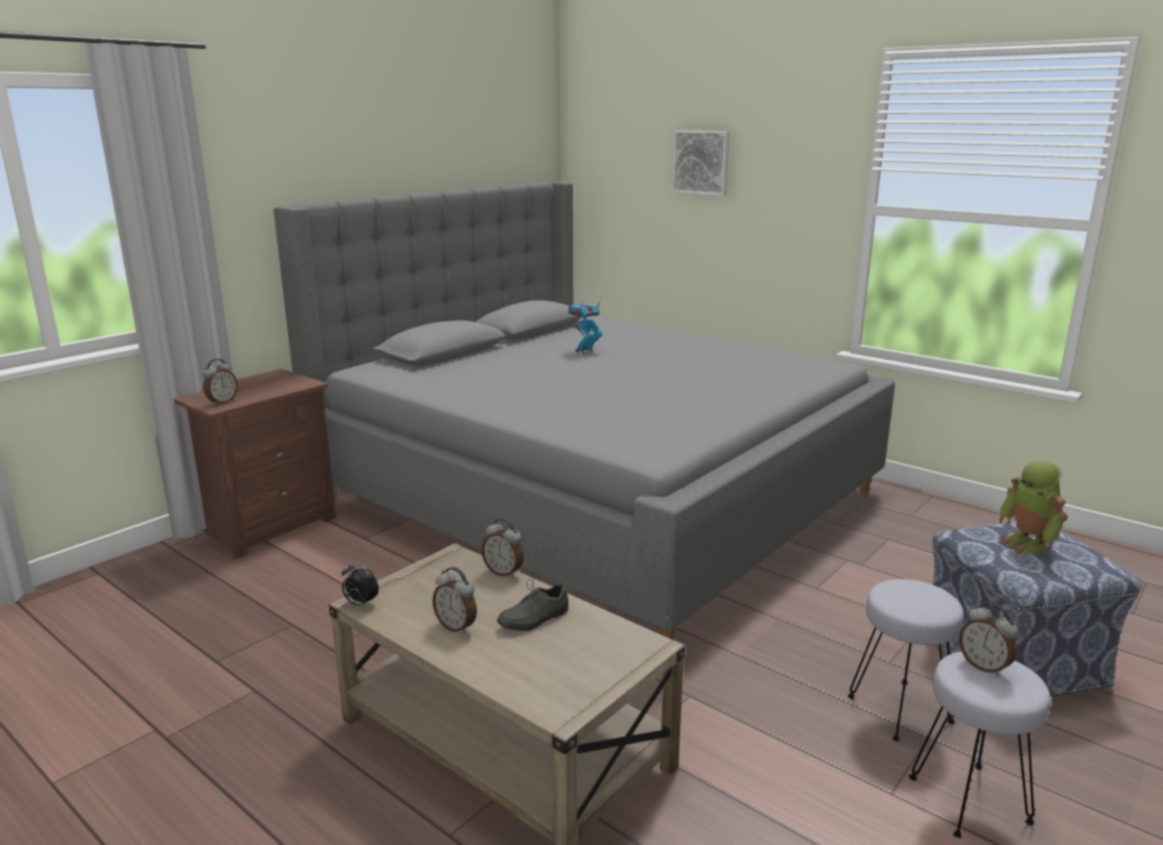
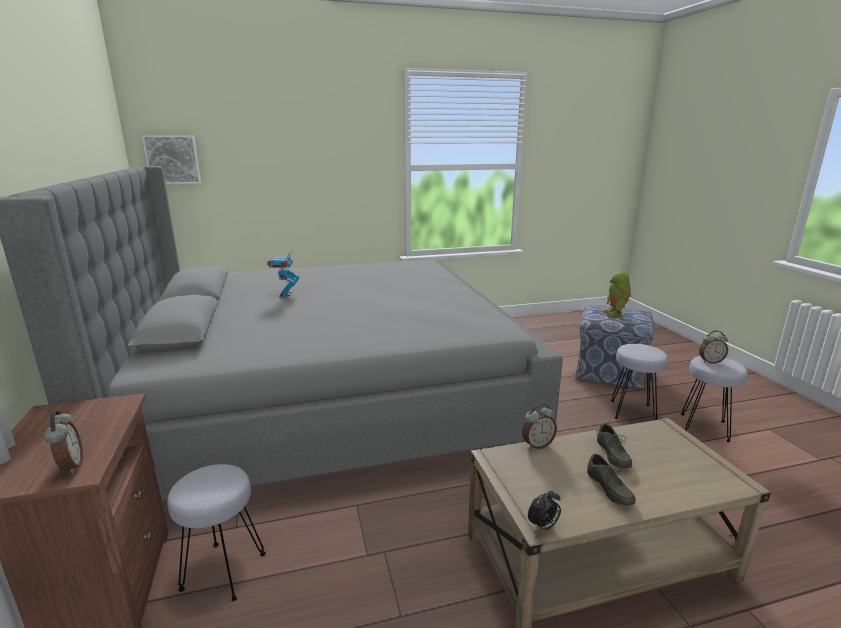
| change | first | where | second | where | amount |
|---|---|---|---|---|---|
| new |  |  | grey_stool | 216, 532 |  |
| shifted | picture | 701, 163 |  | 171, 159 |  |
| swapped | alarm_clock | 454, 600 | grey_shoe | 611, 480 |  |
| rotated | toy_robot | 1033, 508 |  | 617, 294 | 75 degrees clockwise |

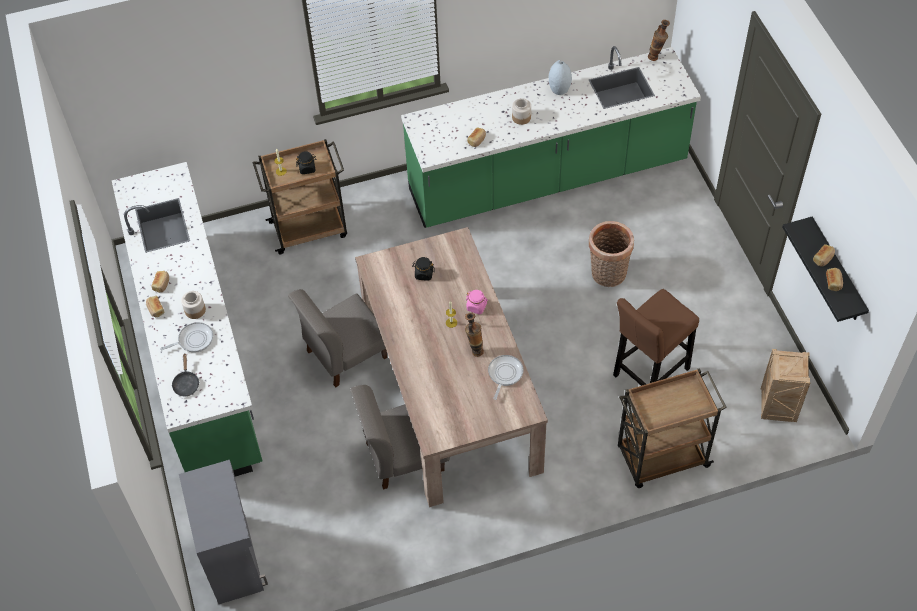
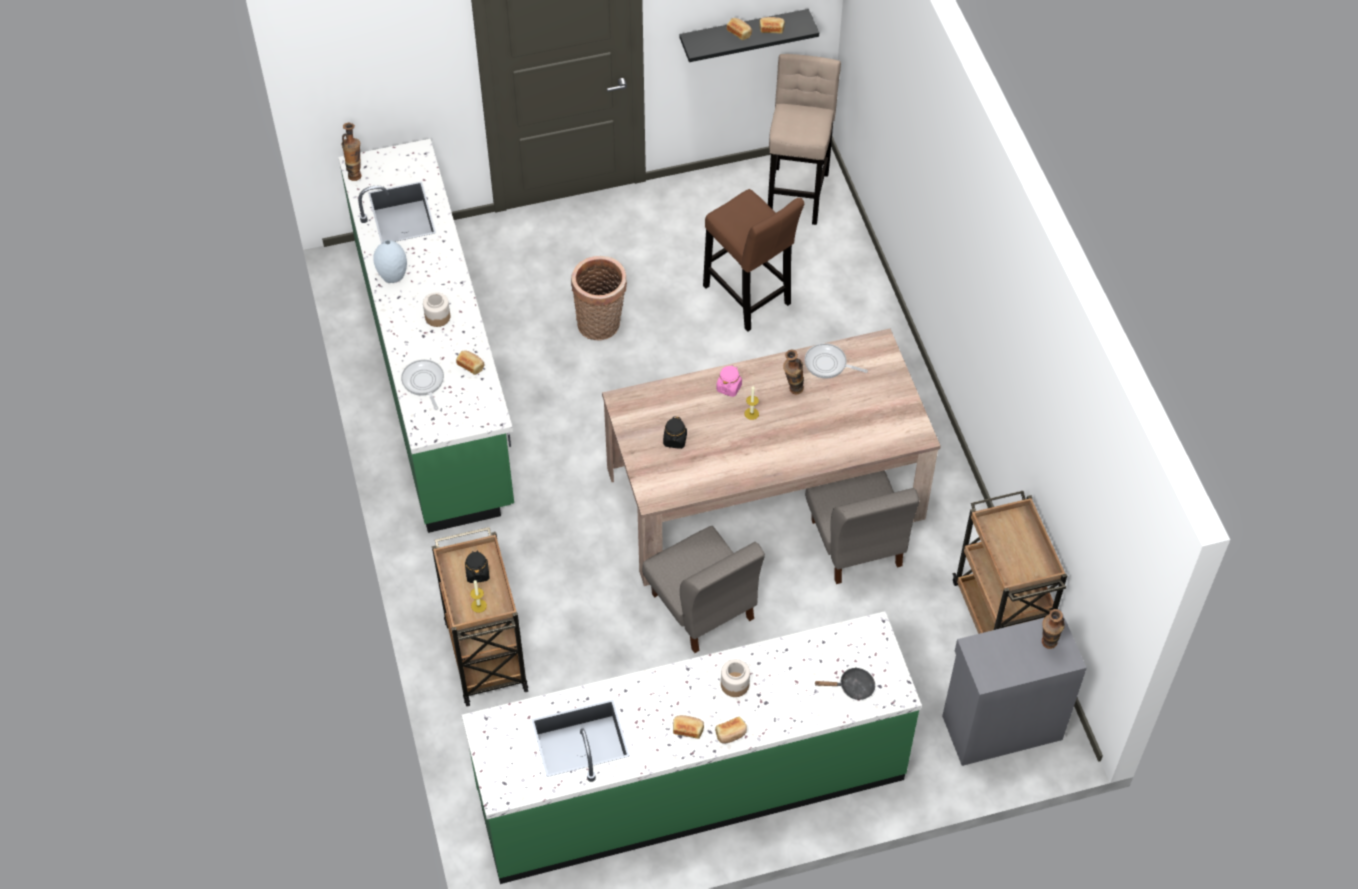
| change | first | where | second | where | amount |
|---|---|---|---|---|---|
| new |  |  | vase | 1053, 629 |  |
| shifted | frying_pan | 186, 337 |  | 422, 385 |  |
| shifted | brown_cart | 672, 428 |  | 1009, 562 |  |
| swapped | crate | 785, 385 | beige_stool | 804, 139 |  |

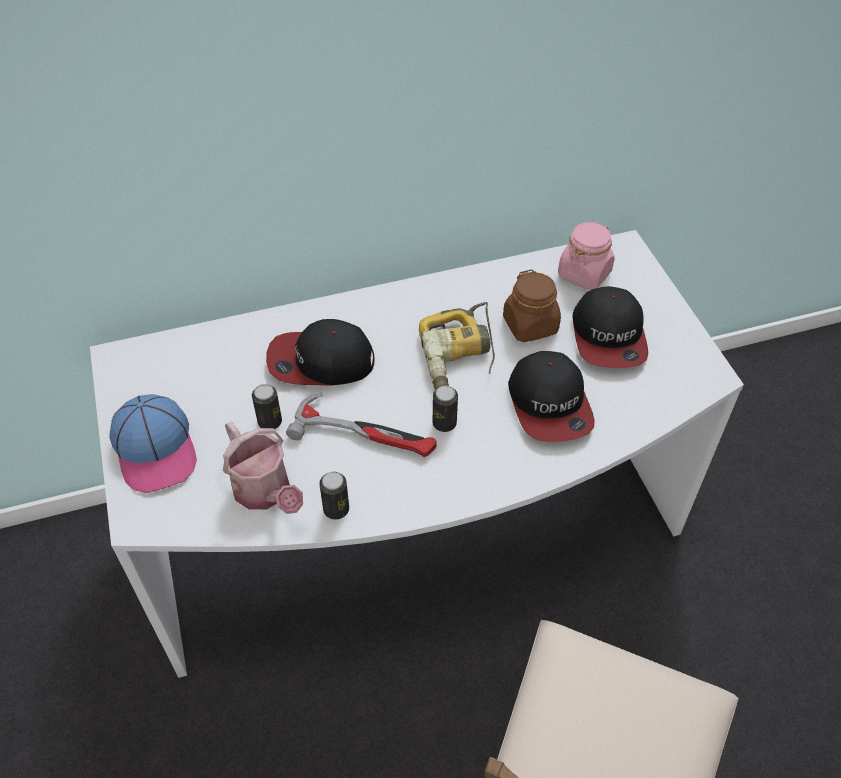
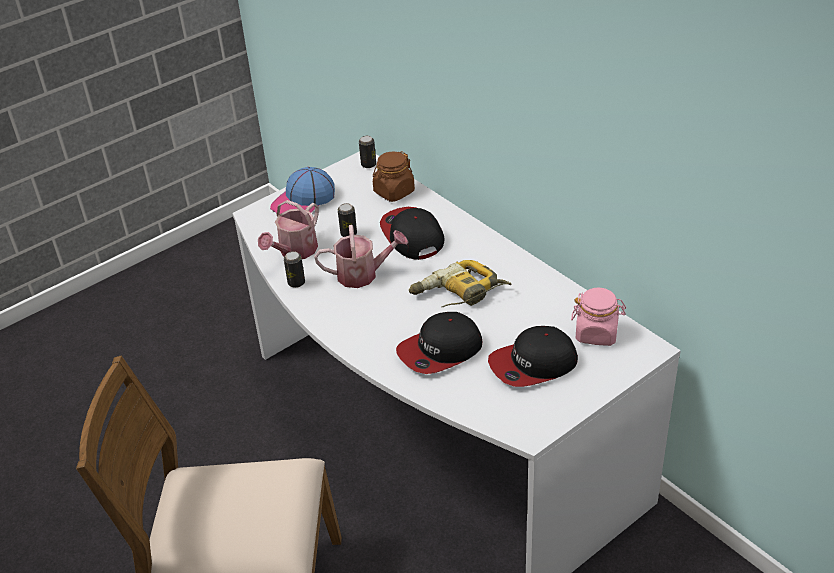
| change | first | where | second | where | amount |
|---|---|---|---|---|---|
| shifted | can | 445, 409 |  | 367, 152 |  |
| shifted | brown_jar | 532, 305 |  | 394, 176 |  |
| swapped | hammer | 361, 424 | watering_can | 361, 256 |  |

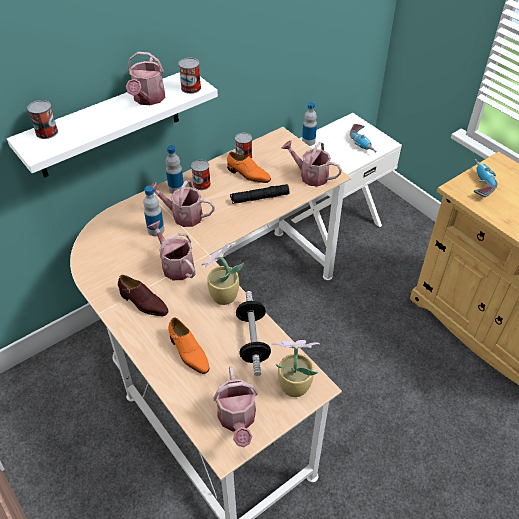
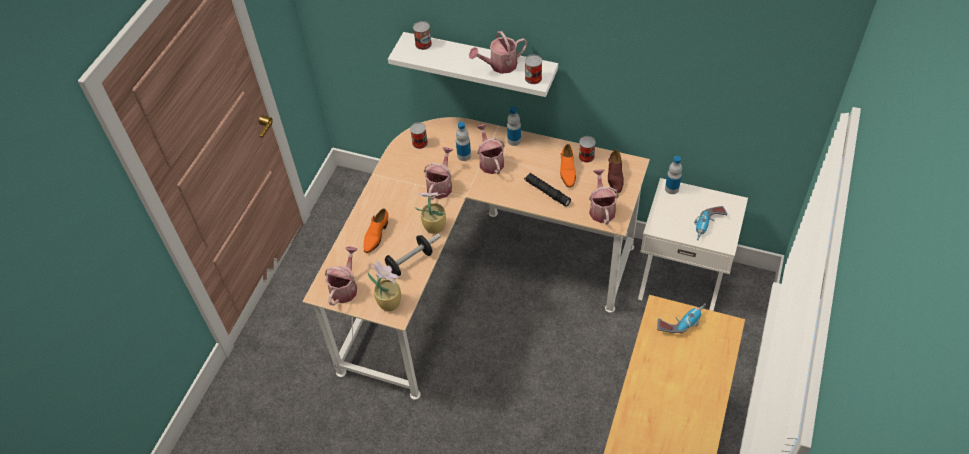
| change | first | where | second | where | amount |
|---|---|---|---|---|---|
| shifted | brown_shoe | 143, 295 |  | 616, 171 |  |
| shifted | can | 201, 175 |  | 419, 135 |  |
| rotated | watering_can | 235, 407 |  | 341, 276 | 150 degrees clockwise |

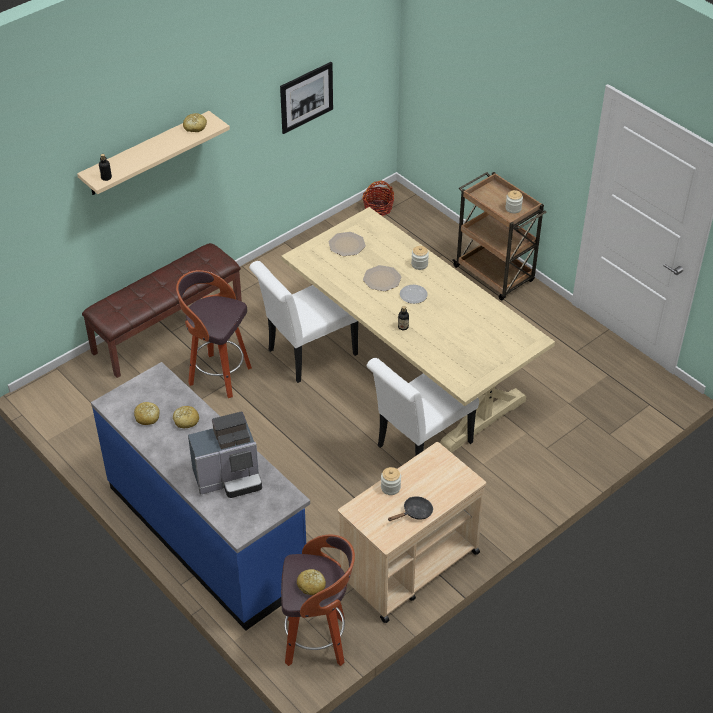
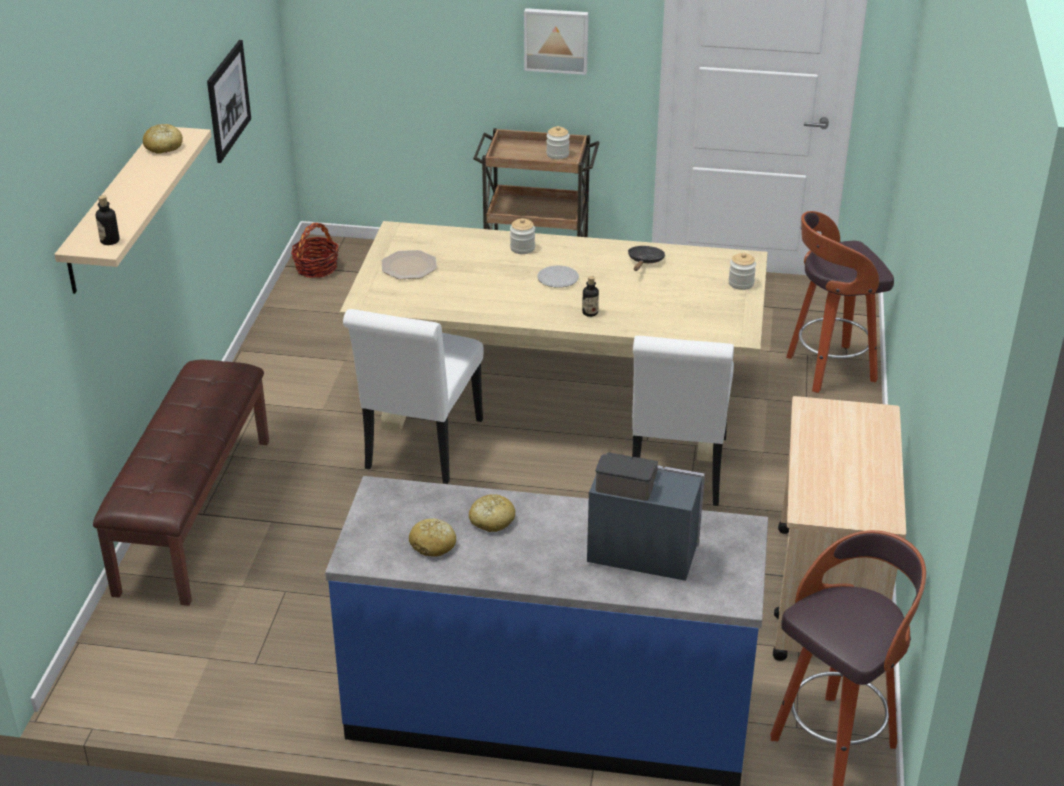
| change | first | where | second | where | amount |
|---|---|---|---|---|---|
| gone | bread | 311, 582 |  |  |  |
| gone | plate | 382, 278 |  |  |  |
| new |  |  | picture | 556, 41 |  |
| shifted | stool | 214, 334 |  | 840, 302 |  |
| shifted | jar | 391, 481 |  | 742, 271 |  |
| shifted | black_frying_pan | 410, 508 |  | 646, 258 |  |
| rotated | coffee_machine | 225, 455 |  | 646, 516 | 105 degrees counterclockwise |

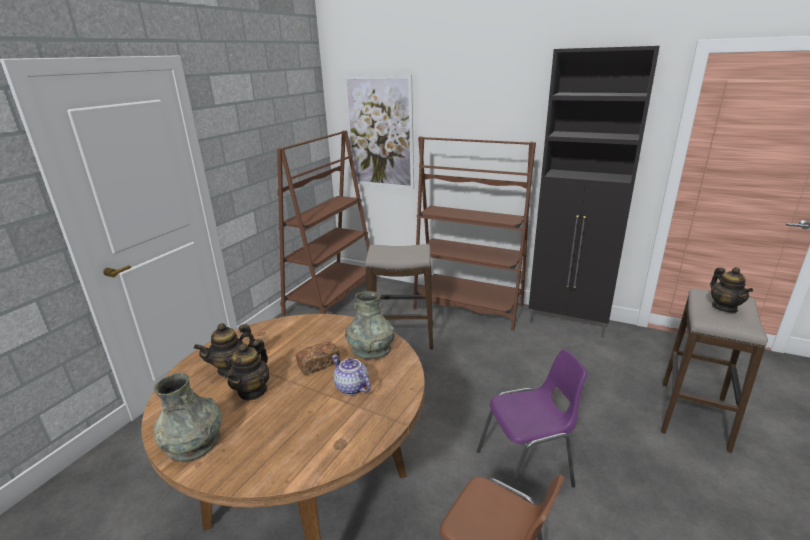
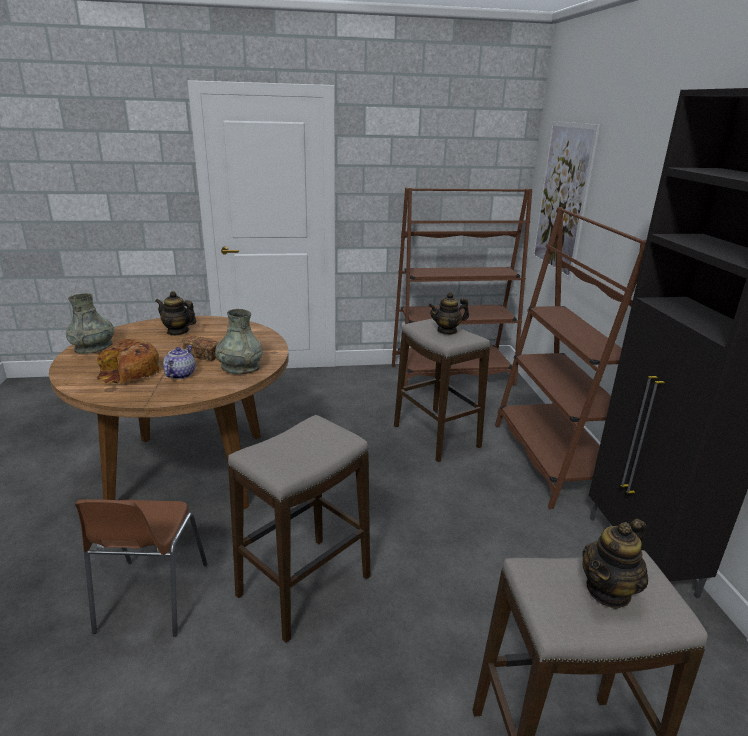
| change | first | where | second | where | amount |
|---|---|---|---|---|---|
| new |  |  | bread | 129, 361 |  |
| shifted | teapot | 246, 369 |  | 449, 313 |  |
| swapped | purple_chair | 532, 418 | stool | 299, 529 |  |

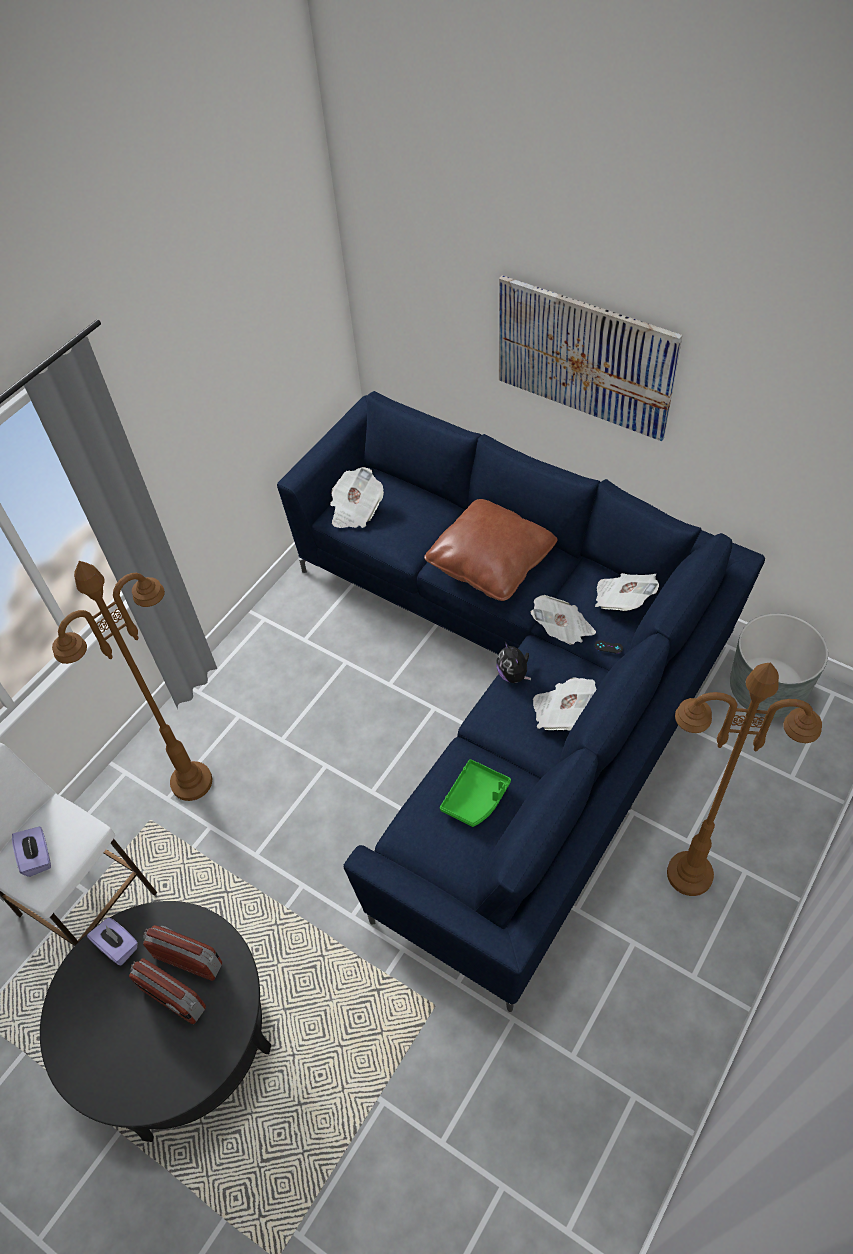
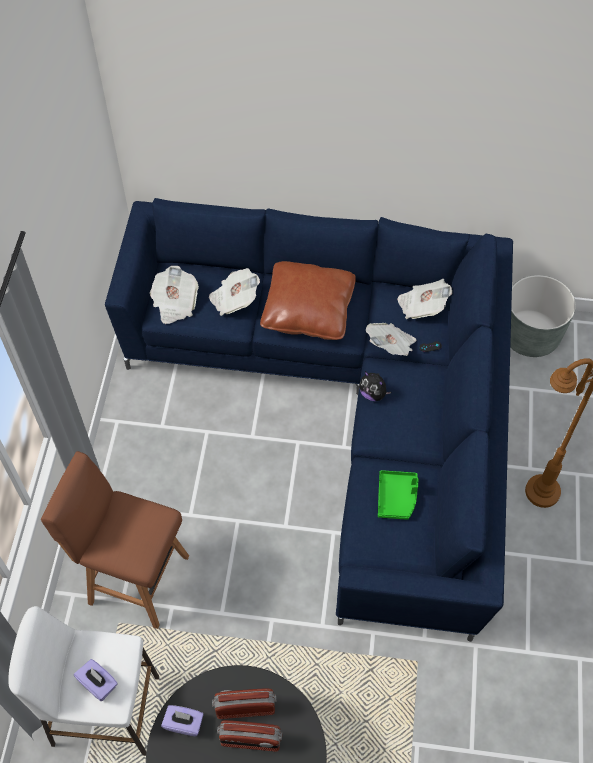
| change | first | where | second | where | amount |
|---|---|---|---|---|---|
| gone | picture | 590, 358 |  |  |  |
| shifted | newspaper | 565, 704 |  | 234, 292 |  |
| swapped | brown_floor_lamp | 132, 681 | brown_stool | 115, 540 |  |

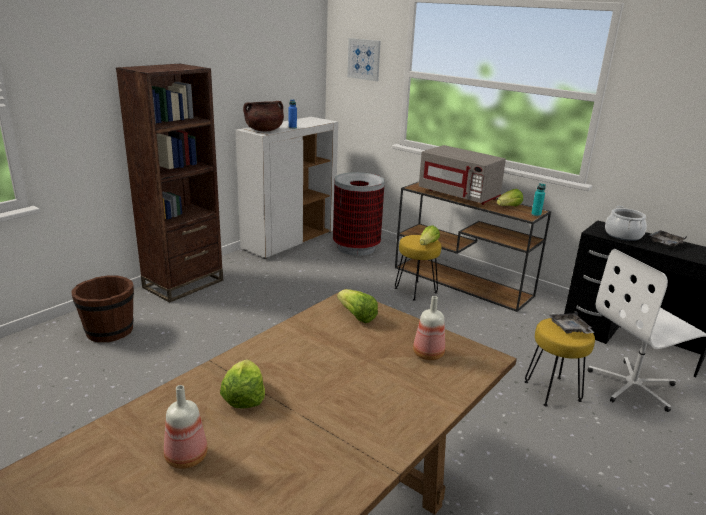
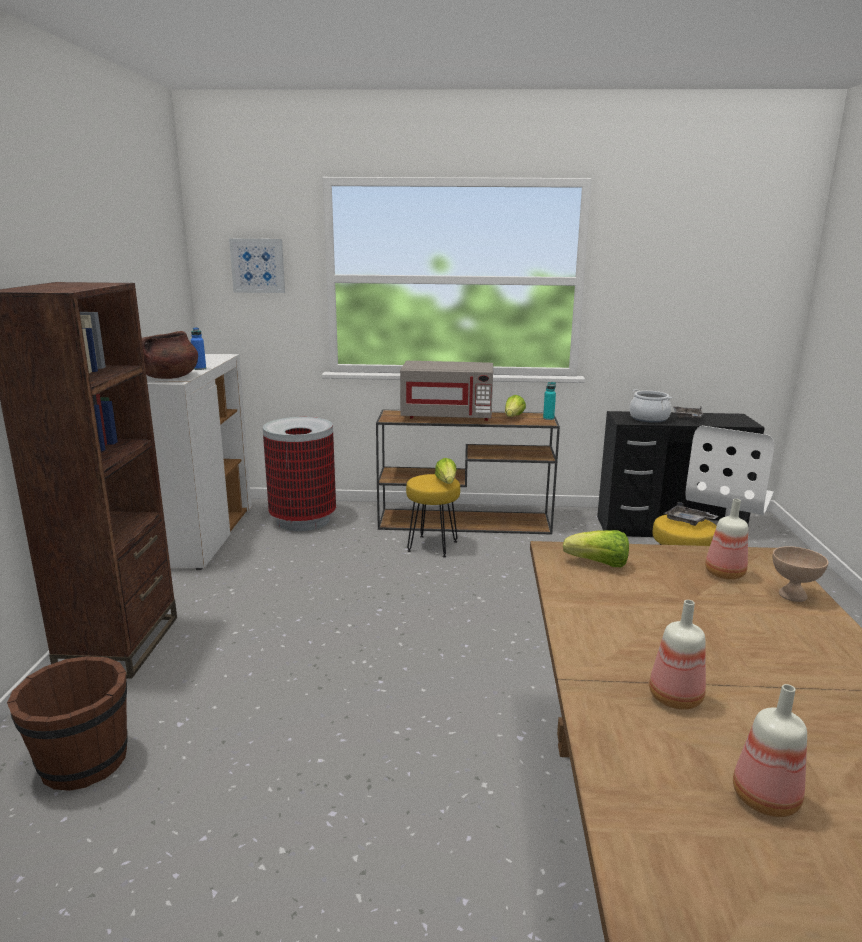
| change | first | where | second | where | amount |
|---|---|---|---|---|---|
| new |  |  | beige_bowl | 800, 574 |  |
| swapped | lettuce | 242, 383 | bottle | 677, 655 |  |

